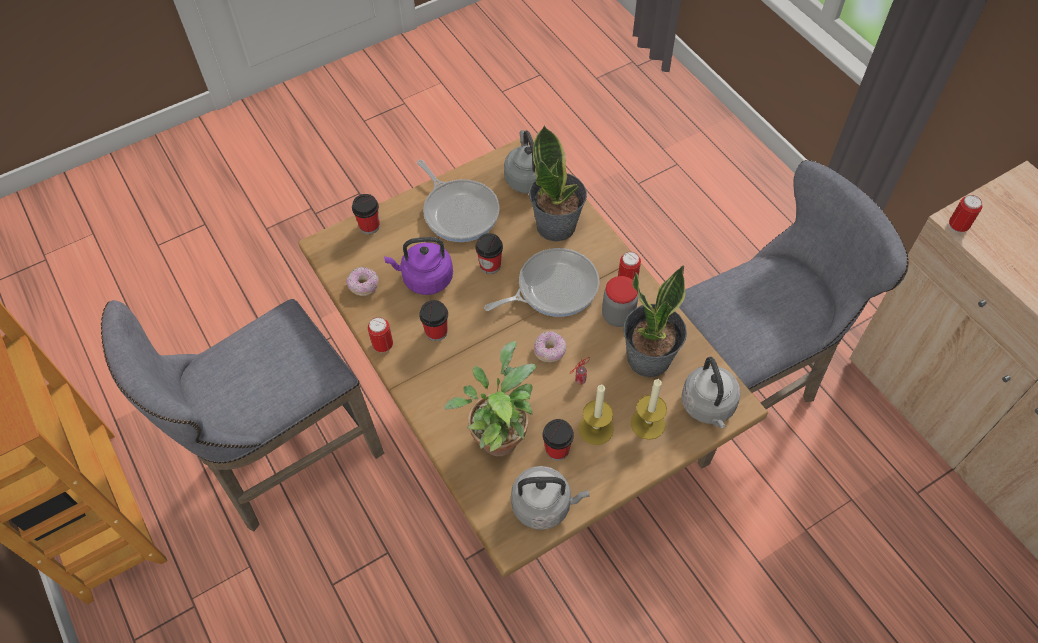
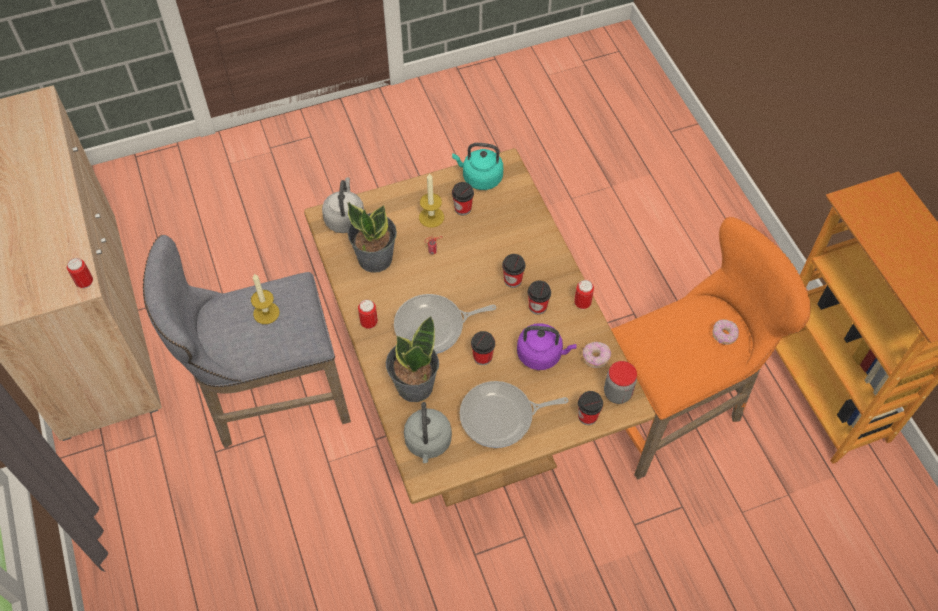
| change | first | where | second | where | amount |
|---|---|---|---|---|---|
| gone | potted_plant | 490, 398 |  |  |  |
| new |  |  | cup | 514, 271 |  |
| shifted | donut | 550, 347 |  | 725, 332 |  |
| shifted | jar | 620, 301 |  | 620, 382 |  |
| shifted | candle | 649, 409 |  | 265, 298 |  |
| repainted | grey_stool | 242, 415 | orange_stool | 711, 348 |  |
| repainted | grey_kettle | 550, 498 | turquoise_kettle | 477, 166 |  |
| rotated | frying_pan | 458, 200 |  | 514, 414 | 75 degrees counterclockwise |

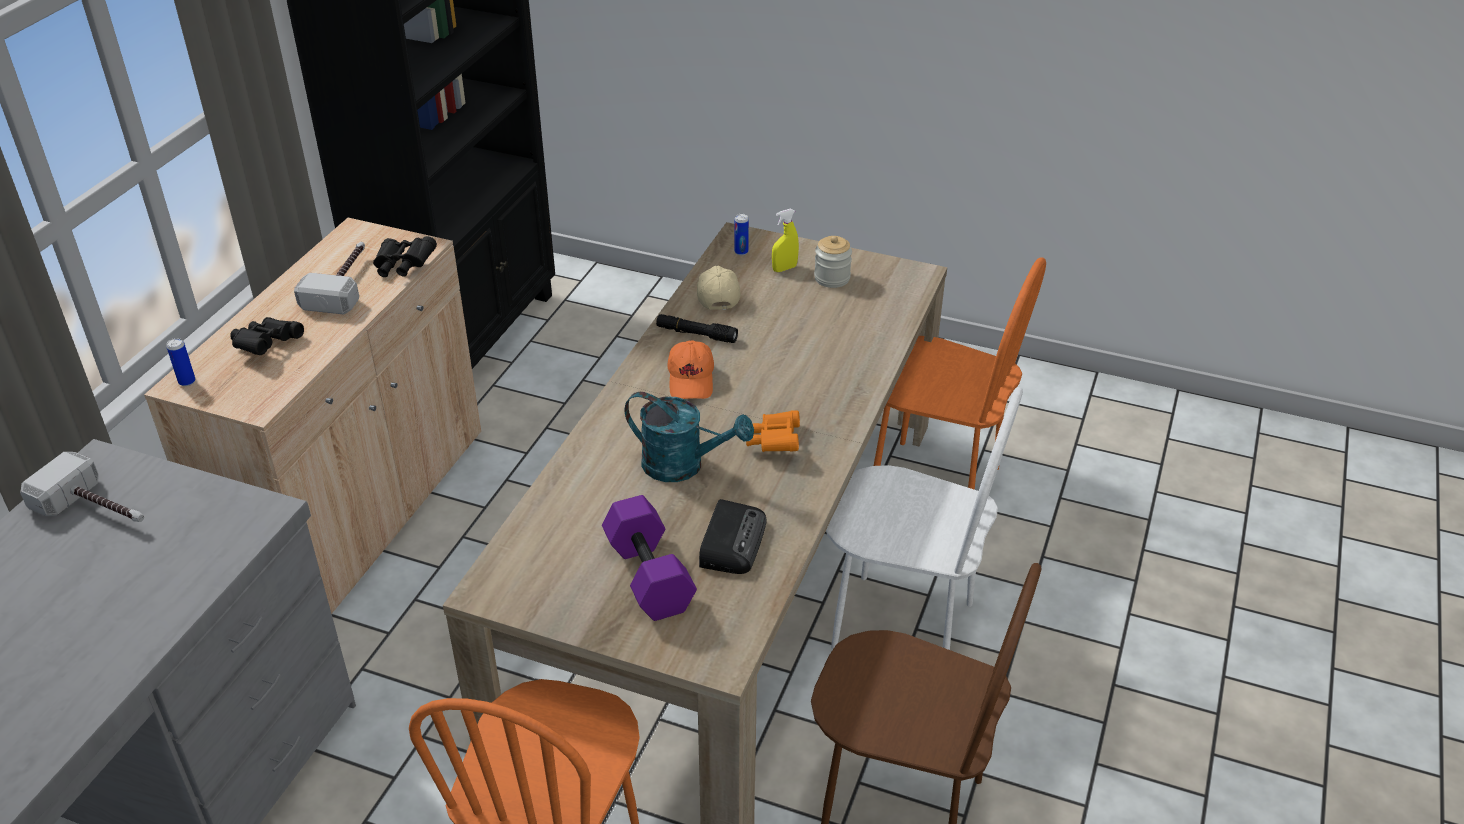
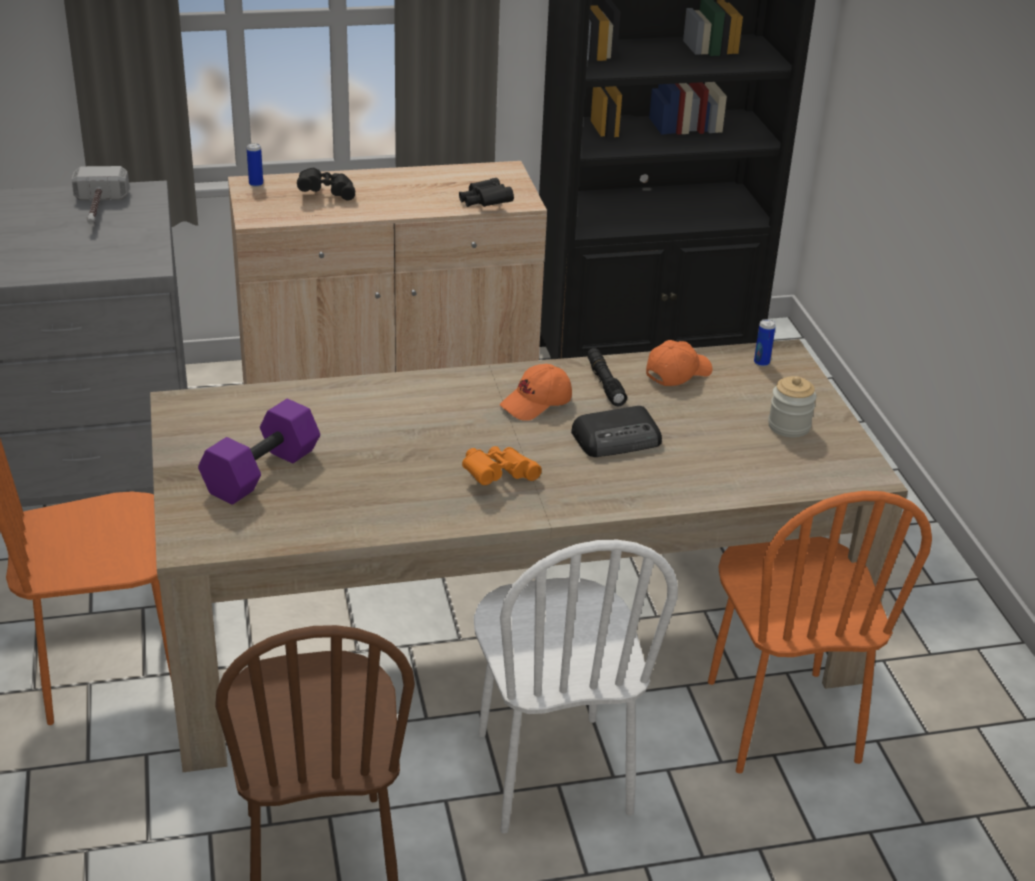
| change | first | where | second | where | amount |
|---|---|---|---|---|---|
| gone | hammer | 329, 278 |  |  |  |
| gone | turquoise_watering_can | 689, 437 |  |  |  |
| gone | yellow_spray_bottle | 785, 240 |  |  |  |
| shifted | radio | 733, 536 |  | 616, 431 |  |
| repainted | beige_cap | 719, 288 | orange_cap | 679, 363 |  |

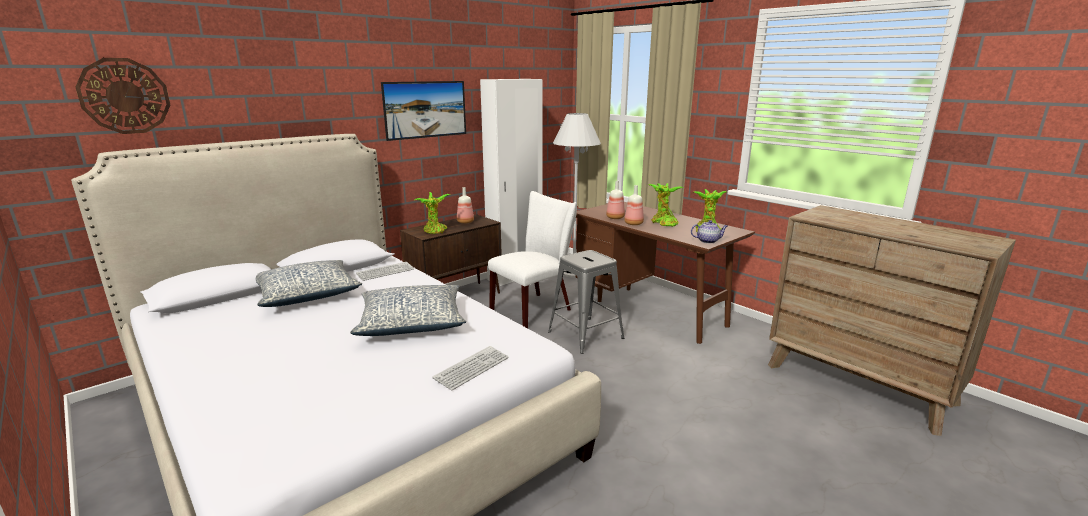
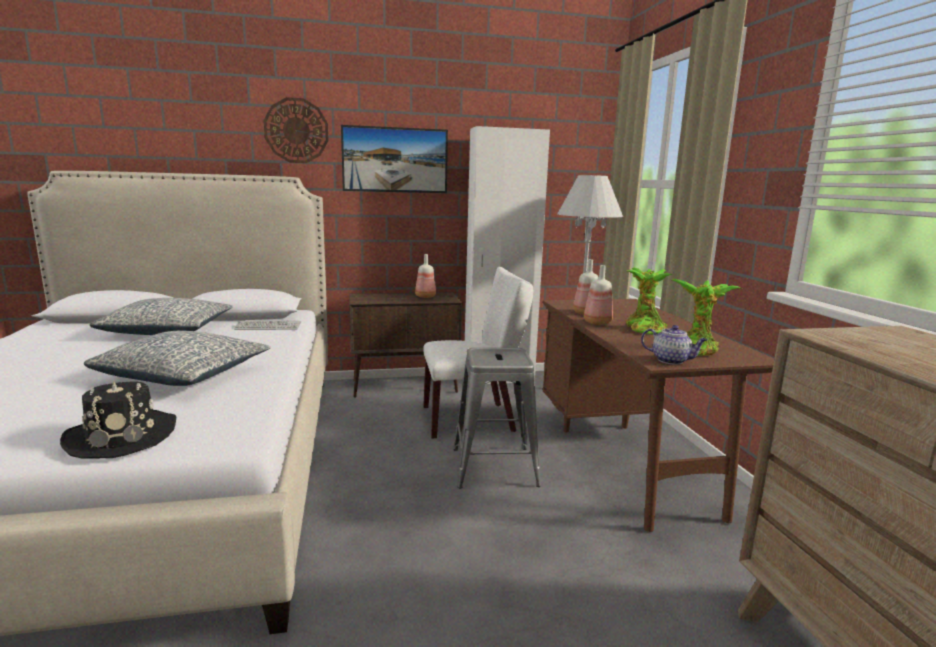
| change | first | where | second | where | amount |
|---|---|---|---|---|---|
| gone | potted_plant | 433, 213 |  |  |  |
| shifted | wall_clock | 122, 96 |  | 296, 130 |  |
| swapped | keyboard | 470, 368 | black_hat | 118, 419 |  |

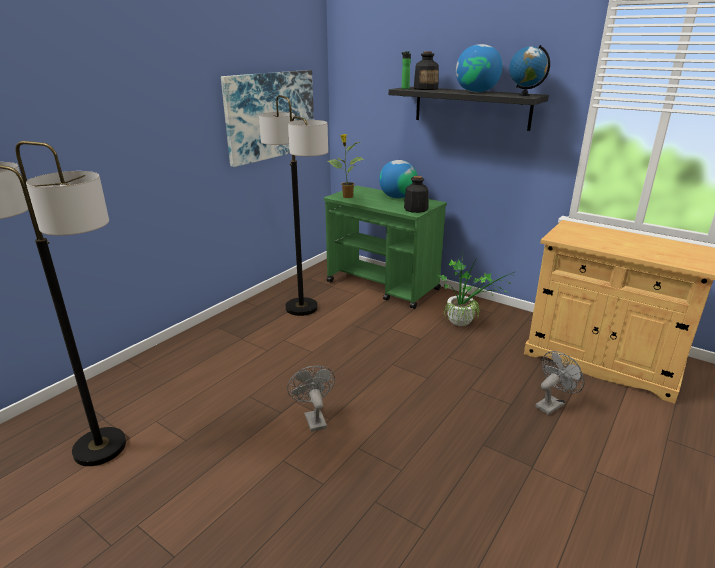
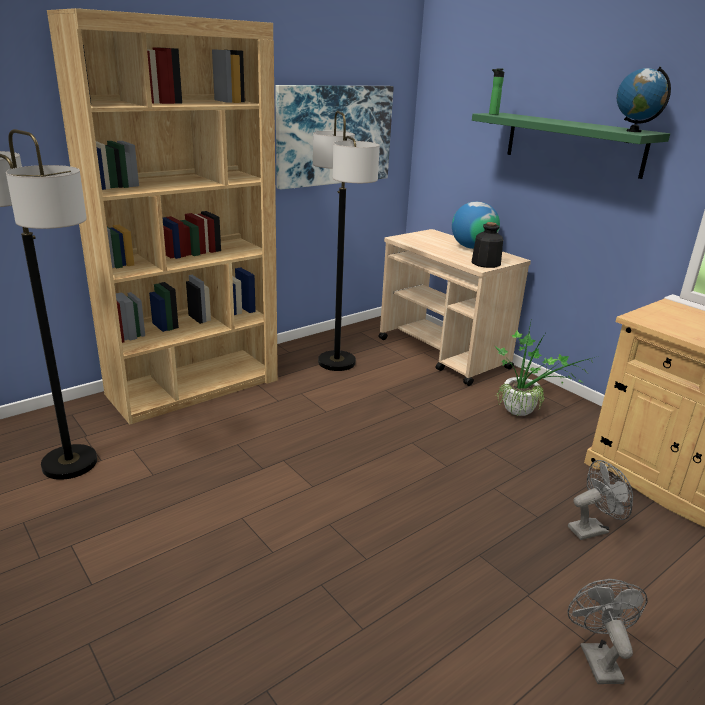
| change | first | where | second | where | amount |
|---|---|---|---|---|---|
| gone | potted_plant | 346, 166 |  |  |  |
| gone | bottle | 426, 70 |  |  |  |
| gone | globe | 479, 68 |  |  |  |
| new |  |  | brown_bookcase | 162, 216 |  |
| shifted | grey_fan | 311, 399 |  | 607, 631 |  |
| repainted | green_cart | 385, 247 | beige_cart | 454, 307 |  |
| repainted | black_shelf | 469, 109 | green_shelf | 571, 146 |  |

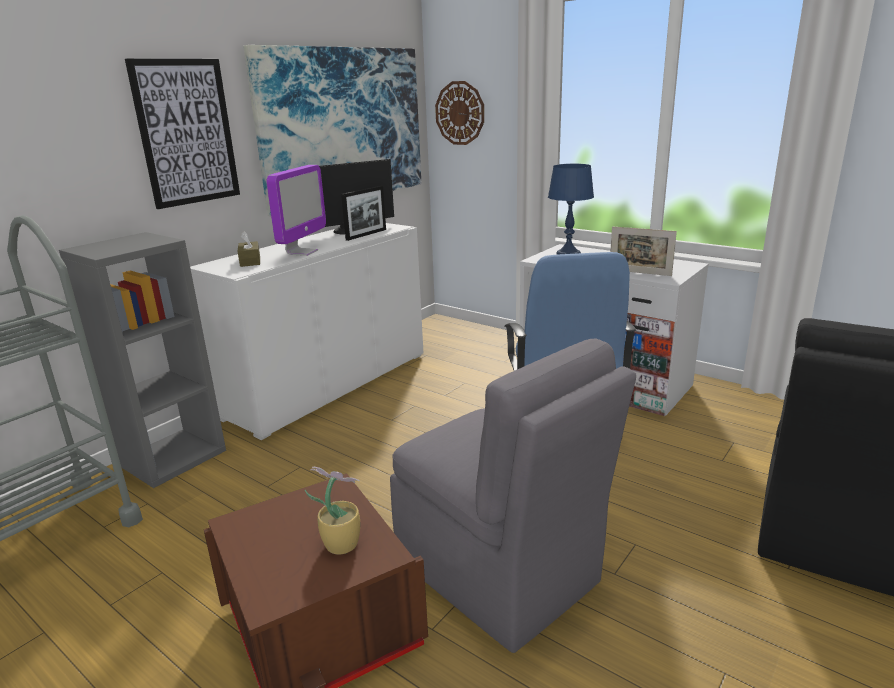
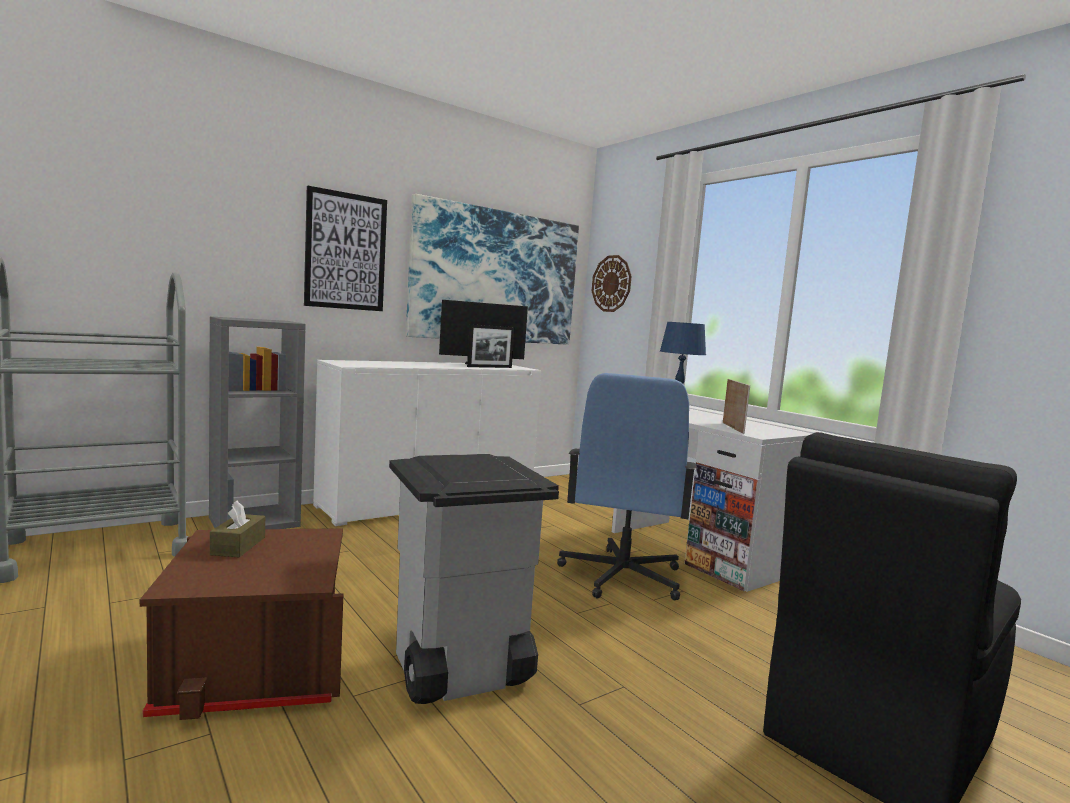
| change | first | where | second | where | amount |
|---|---|---|---|---|---|
| gone | monitor | 296, 210 |  |  |  |
| gone | potted_plant | 332, 511 |  |  |  |
| shifted | brown_tissue_box | 248, 249 |  | 237, 528 |  |
| swapped | grey_chair | 513, 495 | grey_trash_can | 474, 579 |  |
| rotated | picture_frame | 643, 251 |  | 736, 406 | 135 degrees counterclockwise |

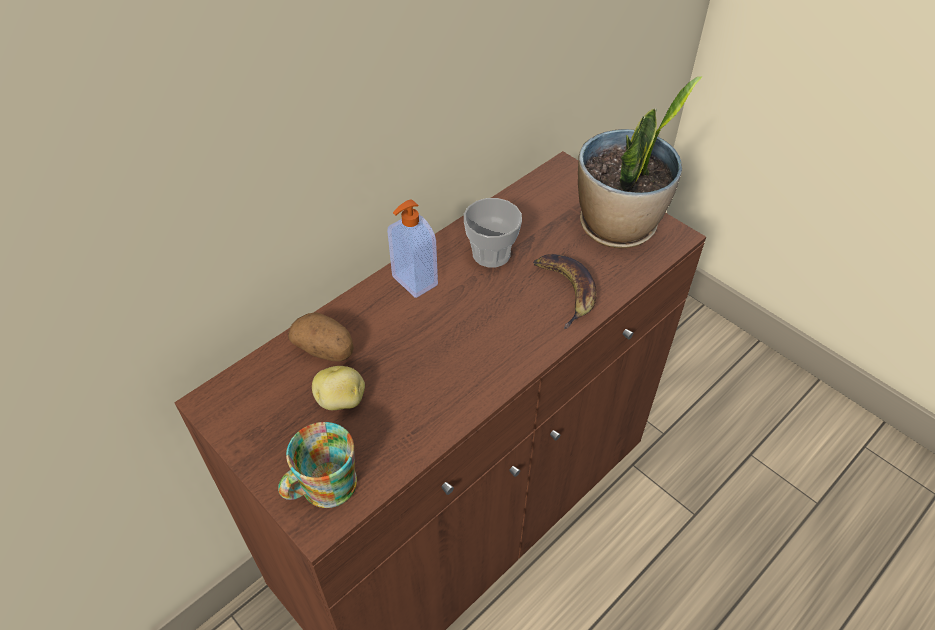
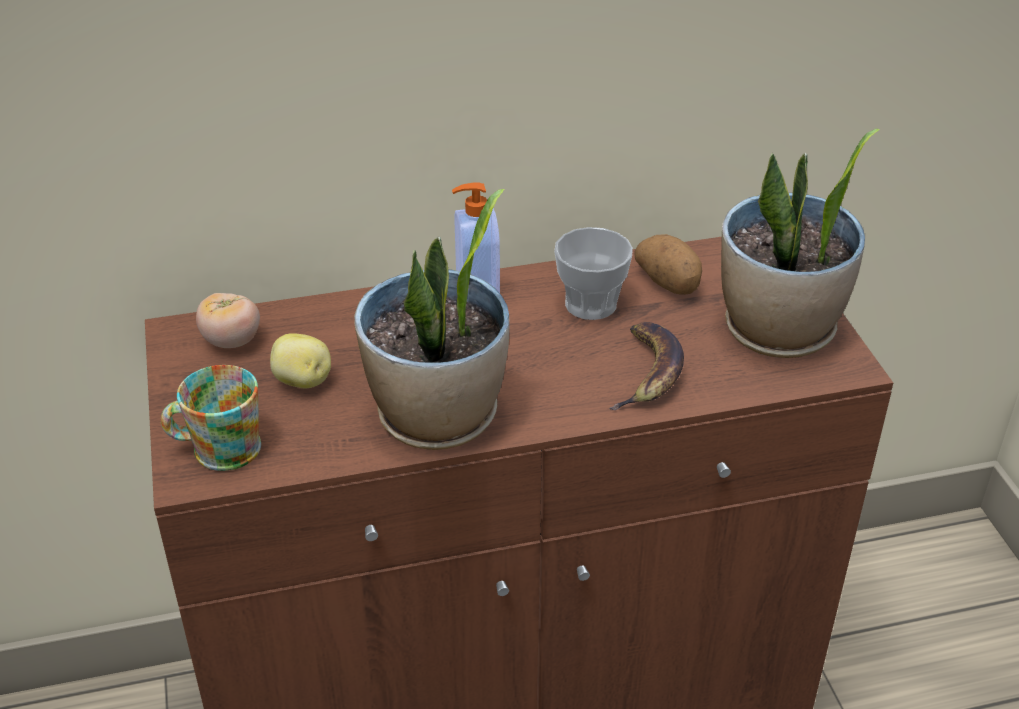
| change | first | where | second | where | amount |
|---|---|---|---|---|---|
| new |  |  | tomato | 228, 320 |  |
| new |  |  | potted_plant | 431, 319 |  |
| shifted | potato | 321, 337 |  | 668, 264 |  |

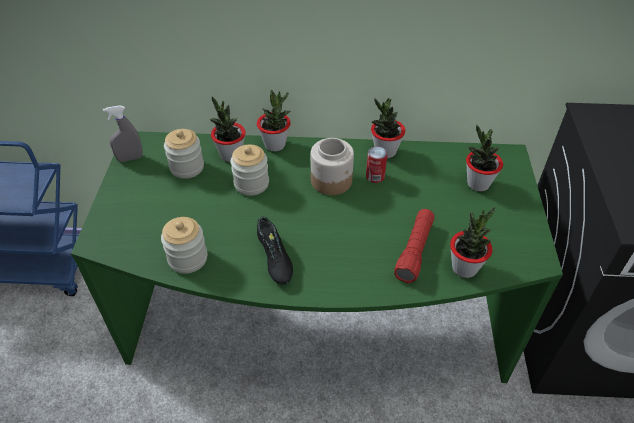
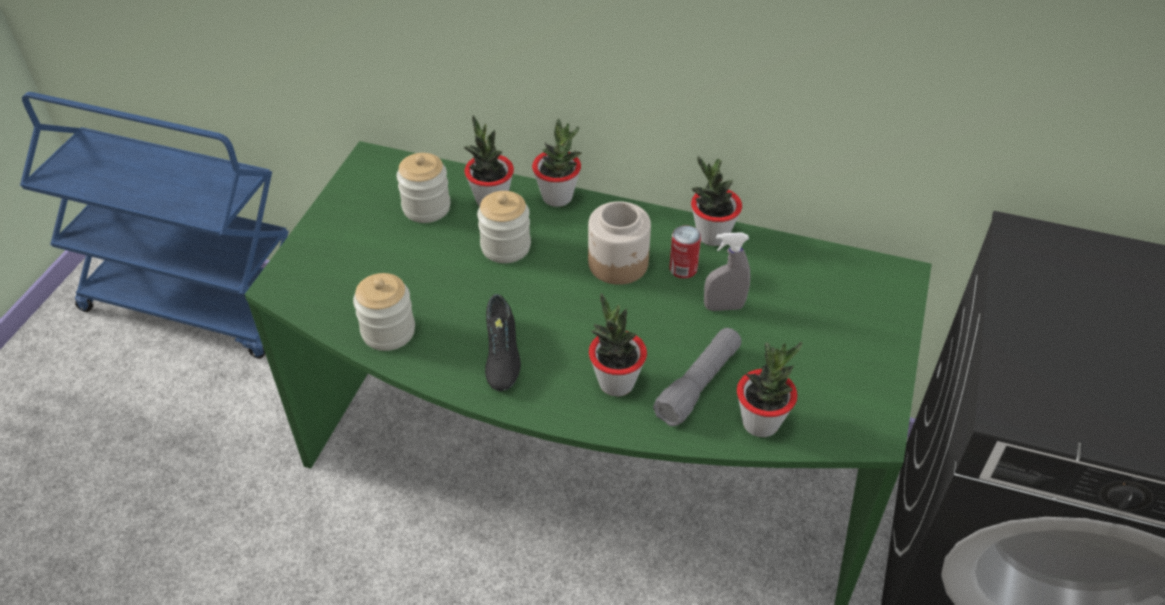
| change | first | where | second | where | amount |
|---|---|---|---|---|---|
| shifted | grey_spray_bottle | 123, 133 |  | 727, 271 |  |
| shifted | potted_plant | 484, 158 |  | 618, 344 |  |
| repainted | red_flashlight | 414, 246 | grey_flashlight | 697, 377 |  |

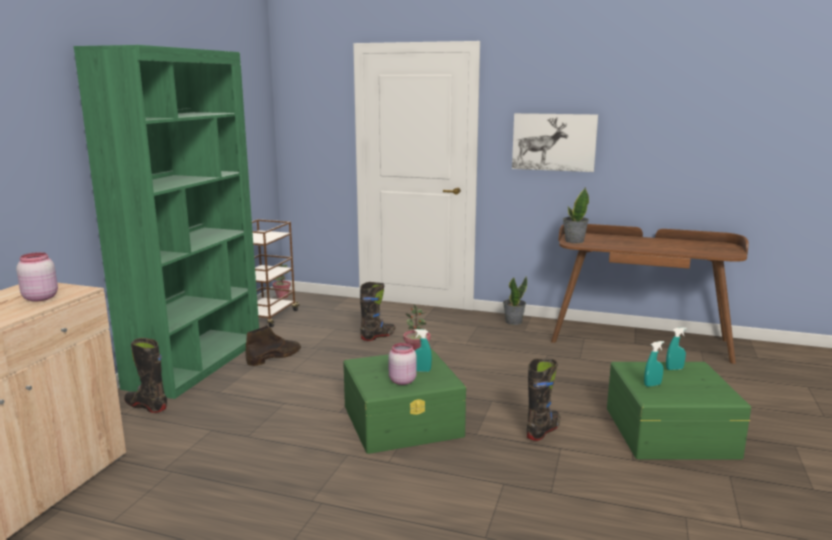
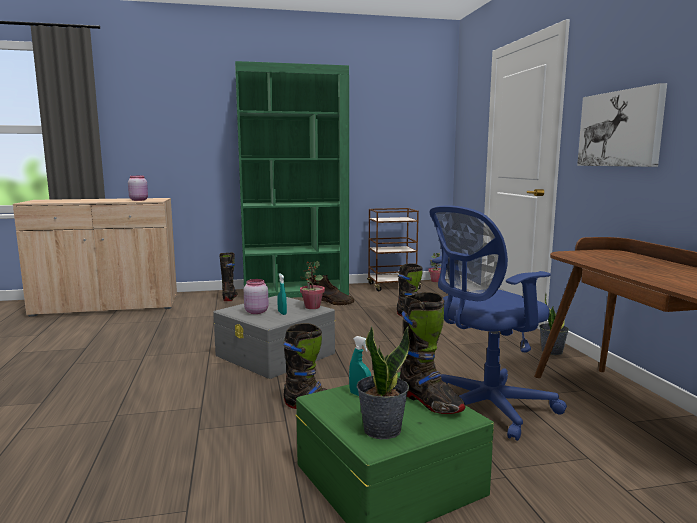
| change | first | where | second | where | amount |
|---|---|---|---|---|---|
| new |  |  | blue_office_chair | 498, 323 |  |
| shifted | potted_plant | 576, 215 |  | 383, 382 |  |
| swapped | turquoise_spray_bottle | 676, 348 | black_boot | 432, 353 |  |
| repainted | green_storage_box | 404, 401 | grey_storage_box | 274, 337 |  |

